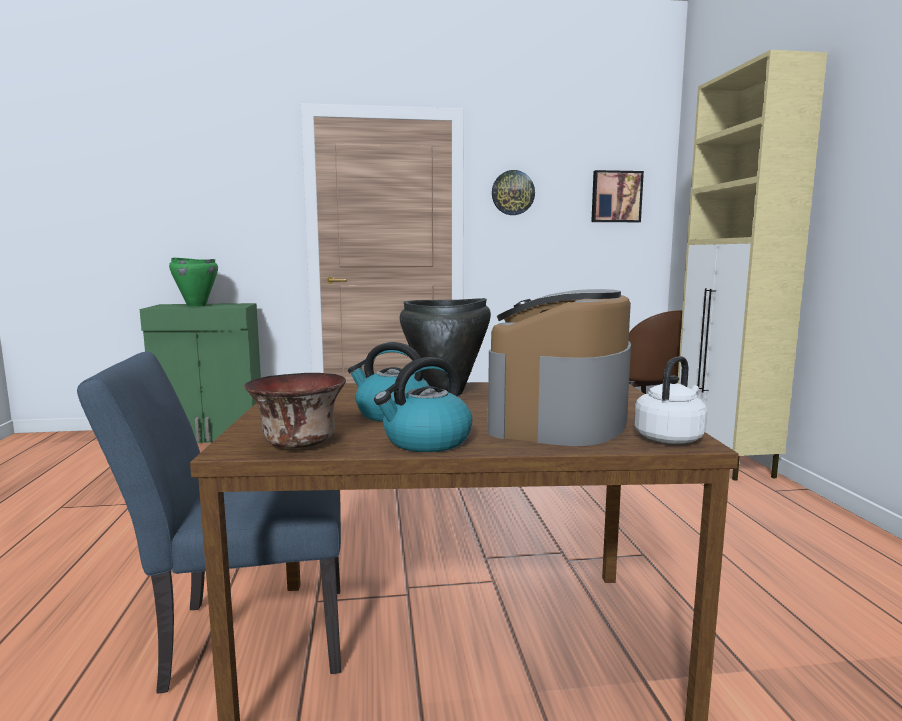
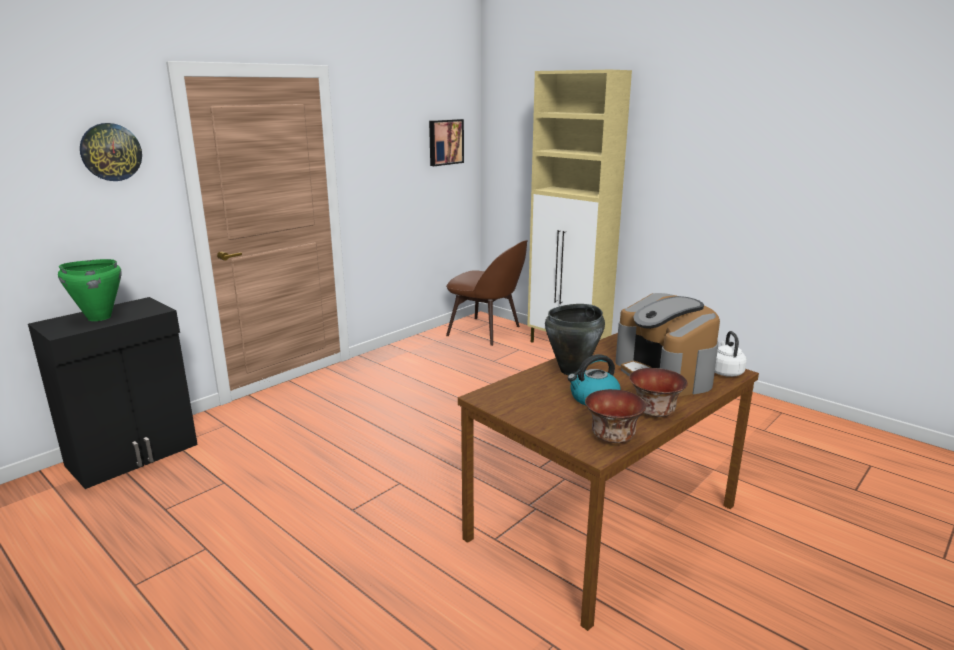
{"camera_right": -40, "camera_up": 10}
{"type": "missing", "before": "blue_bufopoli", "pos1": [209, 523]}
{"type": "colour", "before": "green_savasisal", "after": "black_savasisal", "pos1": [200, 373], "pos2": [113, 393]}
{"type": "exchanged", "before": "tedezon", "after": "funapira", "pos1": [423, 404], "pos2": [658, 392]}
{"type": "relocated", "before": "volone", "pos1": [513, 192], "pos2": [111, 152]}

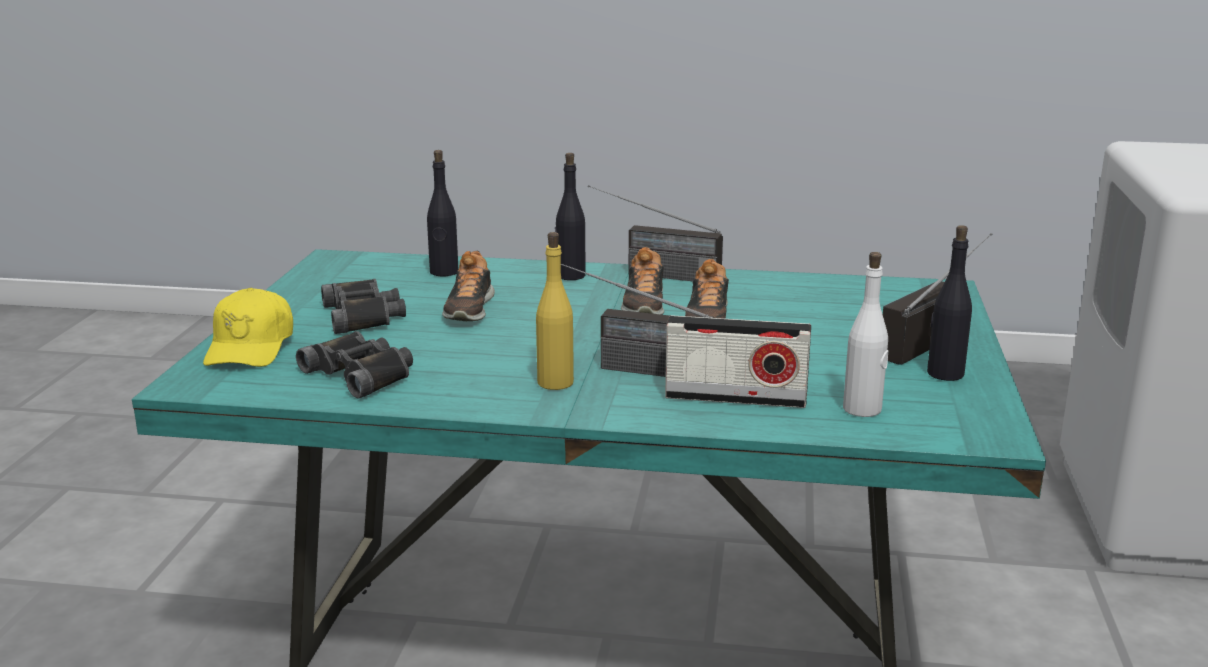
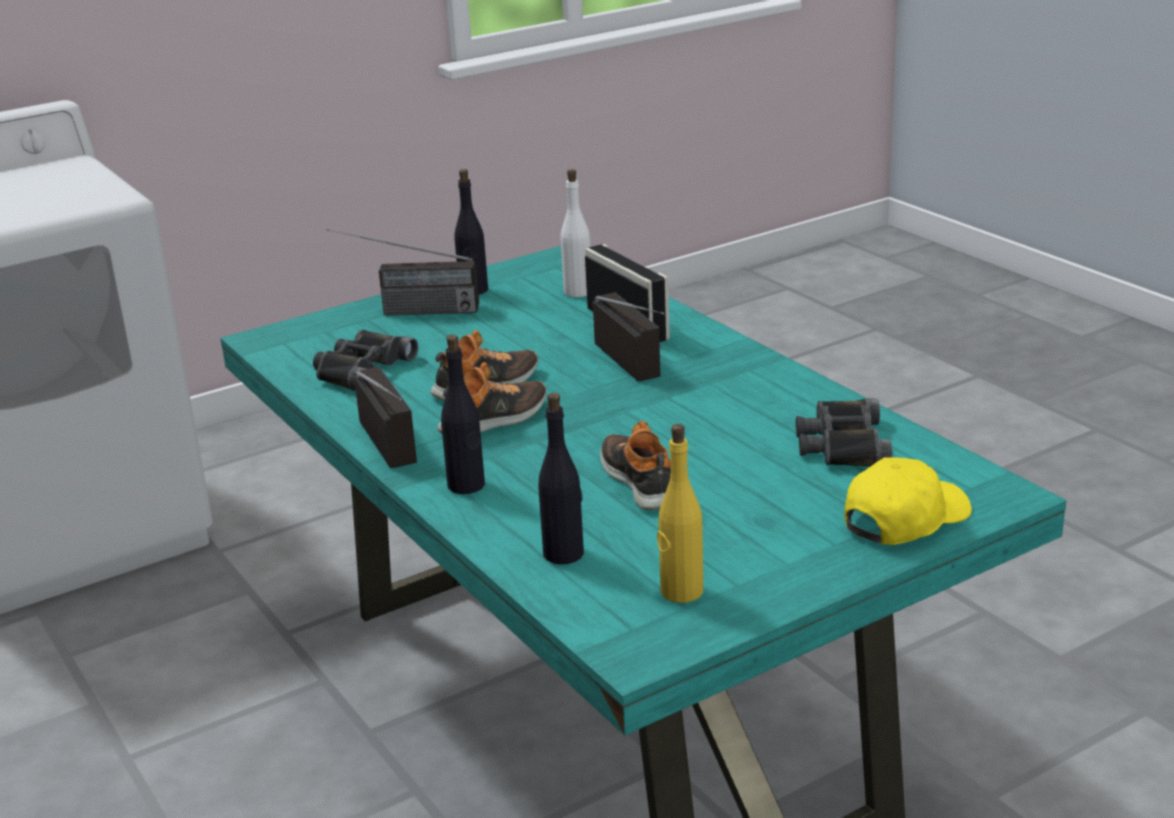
{"camera_right": -130, "camera_up": 5}
{"type": "relocated", "before": "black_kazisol", "pos1": [363, 306], "pos2": [365, 360]}
{"type": "spun", "before": "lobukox", "pos1": [468, 286], "pos2": [635, 465], "turn": -75}
{"type": "relocated", "before": "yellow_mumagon", "pos1": [555, 311], "pos2": [680, 513]}

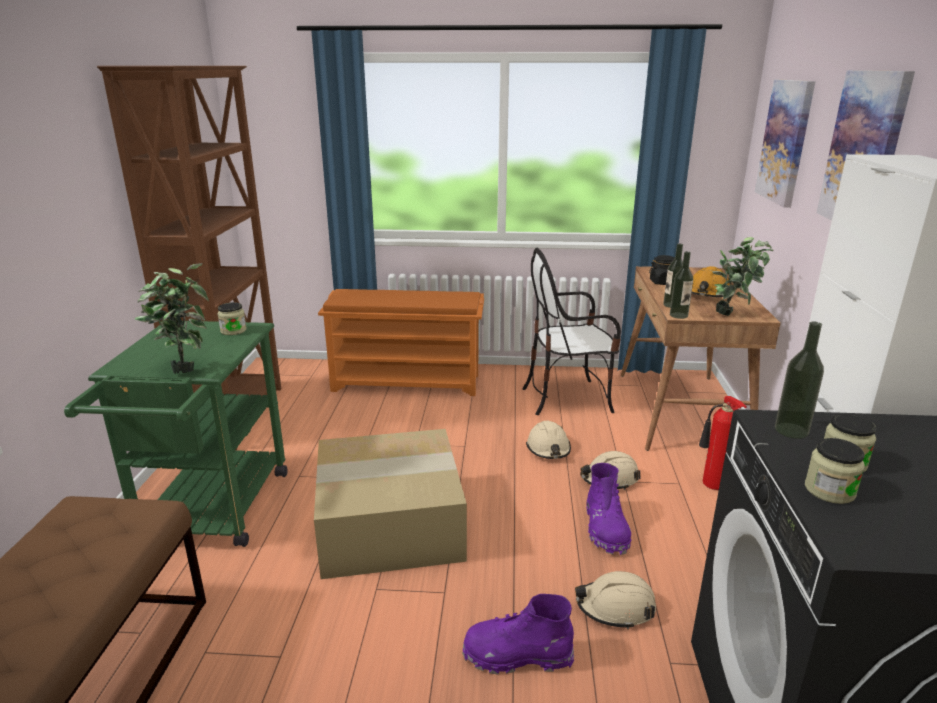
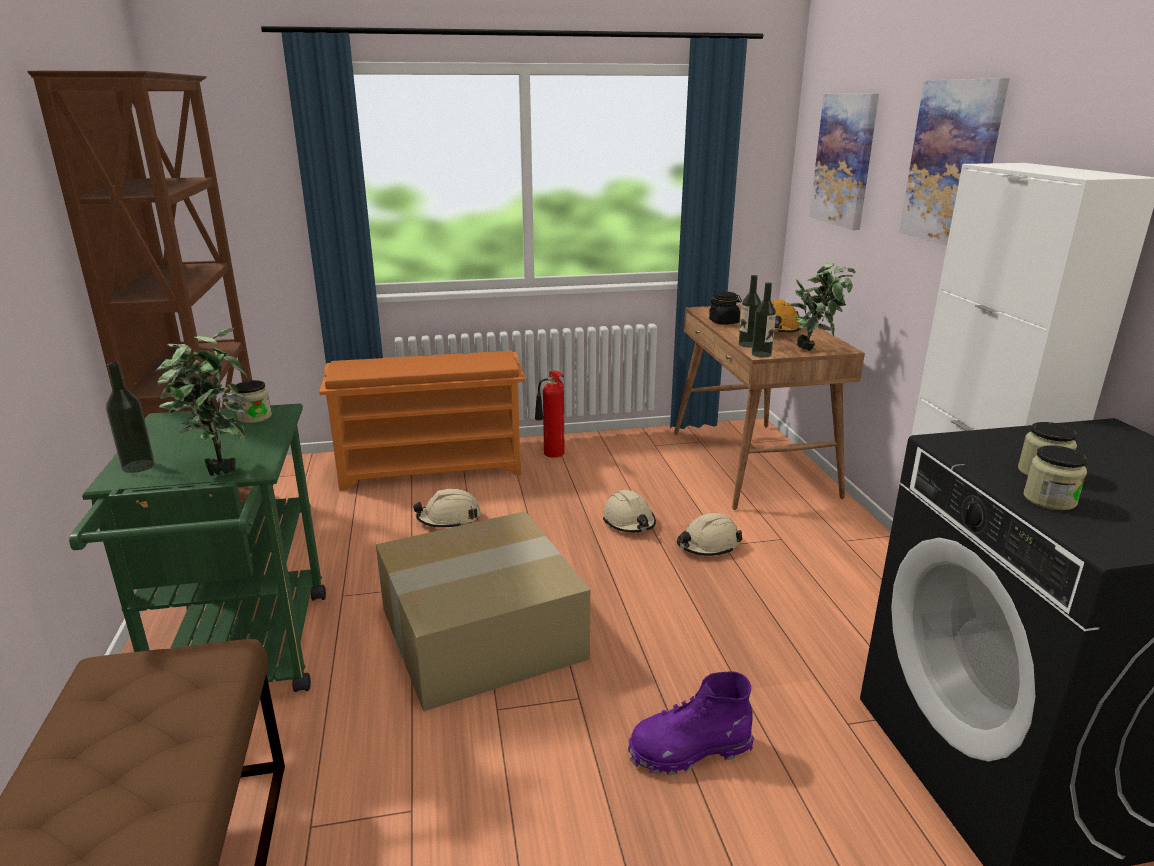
{"camera_right": -15, "camera_up": 0}
{"type": "missing", "before": "bufopoli", "pos1": [571, 331]}
{"type": "relocated", "before": "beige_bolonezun", "pos1": [615, 600], "pos2": [447, 508]}
{"type": "missing", "before": "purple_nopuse", "pos1": [608, 509]}
{"type": "relocated", "before": "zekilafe", "pos1": [723, 443], "pos2": [549, 414]}
{"type": "relocated", "before": "mumagon", "pos1": [799, 380], "pos2": [130, 417]}

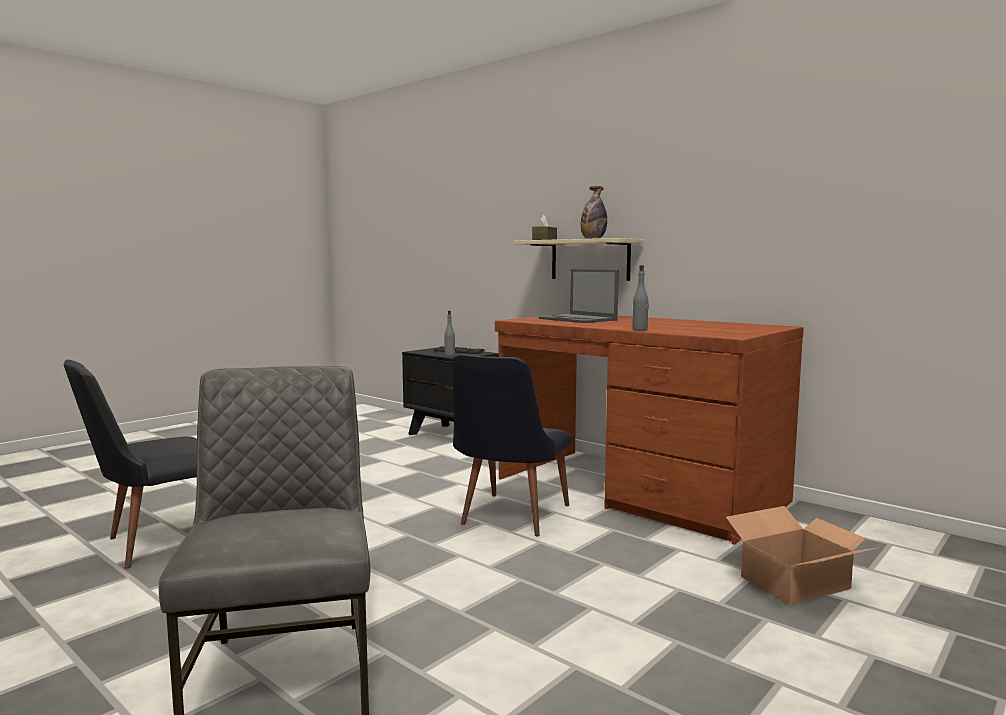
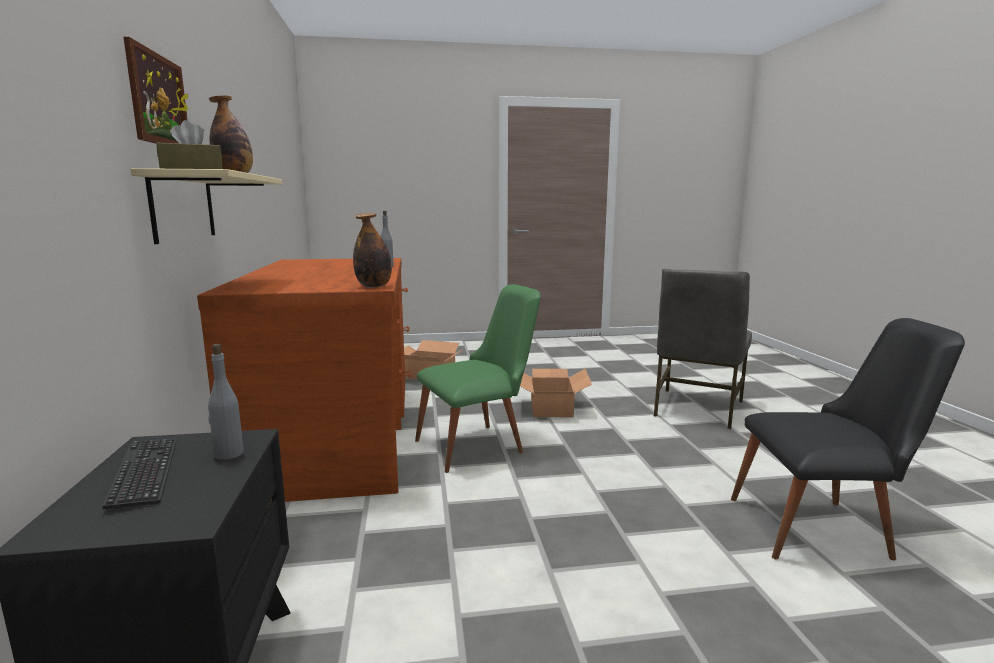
{"camera_right": -140, "camera_up": 5}
{"type": "colour", "before": "black_bufopoli", "after": "green_bufopoli", "pos1": [512, 445], "pos2": [478, 378]}
{"type": "missing", "before": "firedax", "pos1": [579, 296]}
{"type": "appeared", "after": "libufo", "pos2": [155, 90]}
{"type": "appeared", "after": "mumagon", "pos2": [372, 250]}
{"type": "appeared", "after": "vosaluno", "pos2": [556, 393]}

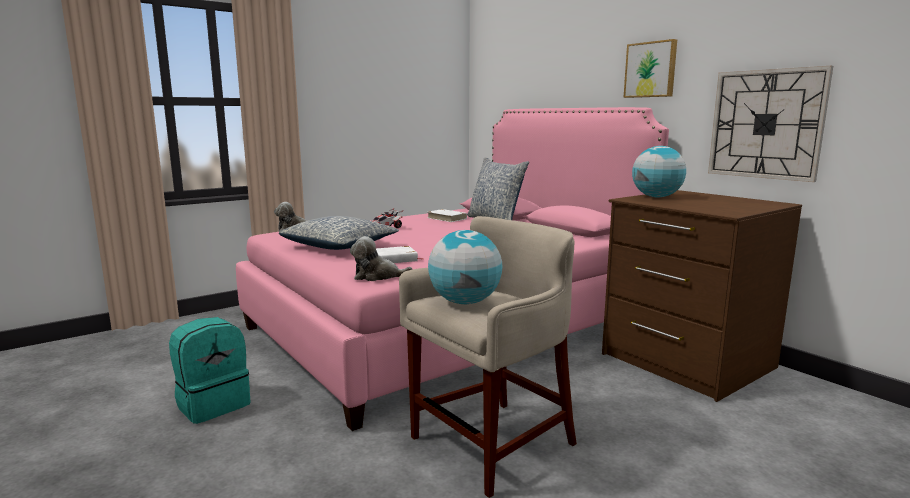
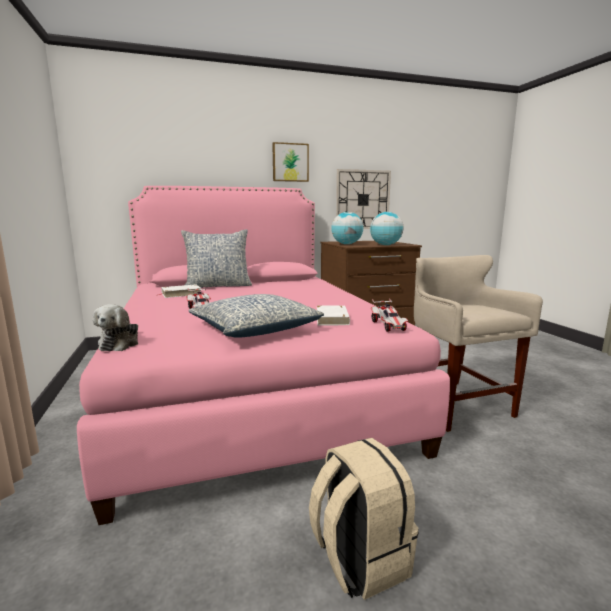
{"camera_right": -70, "camera_up": 0}
{"type": "colour", "before": "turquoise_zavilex", "after": "beige_zavilex", "pos1": [210, 370], "pos2": [364, 519]}
{"type": "exchanged", "before": "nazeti", "after": "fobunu", "pos1": [381, 258], "pos2": [390, 315]}
{"type": "relocated", "before": "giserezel", "pos1": [465, 267], "pos2": [386, 228]}

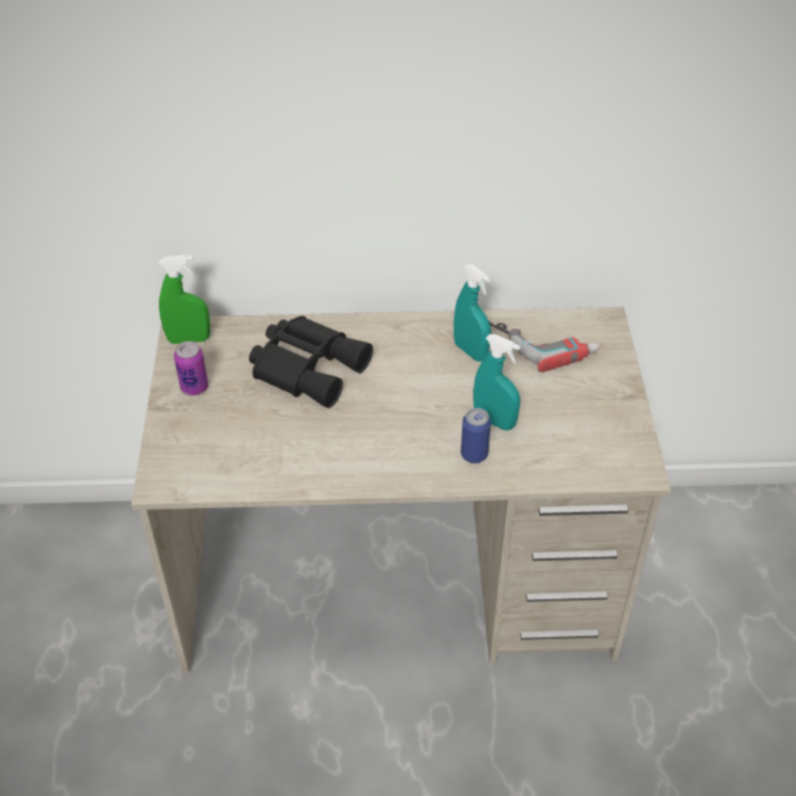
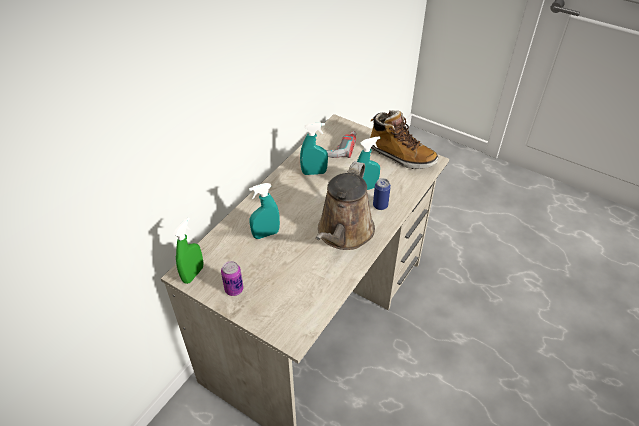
{"camera_right": -55, "camera_up": 0}
{"type": "exchanged", "before": "black_kazisol", "after": "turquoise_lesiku", "pos1": [311, 362], "pos2": [264, 211]}
{"type": "appeared", "after": "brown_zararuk", "pos2": [345, 205]}
{"type": "appeared", "after": "nopuse", "pos2": [404, 139]}

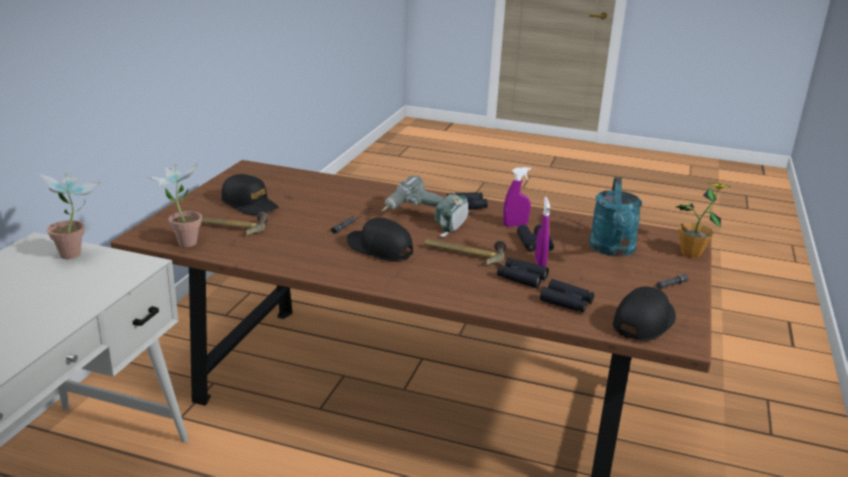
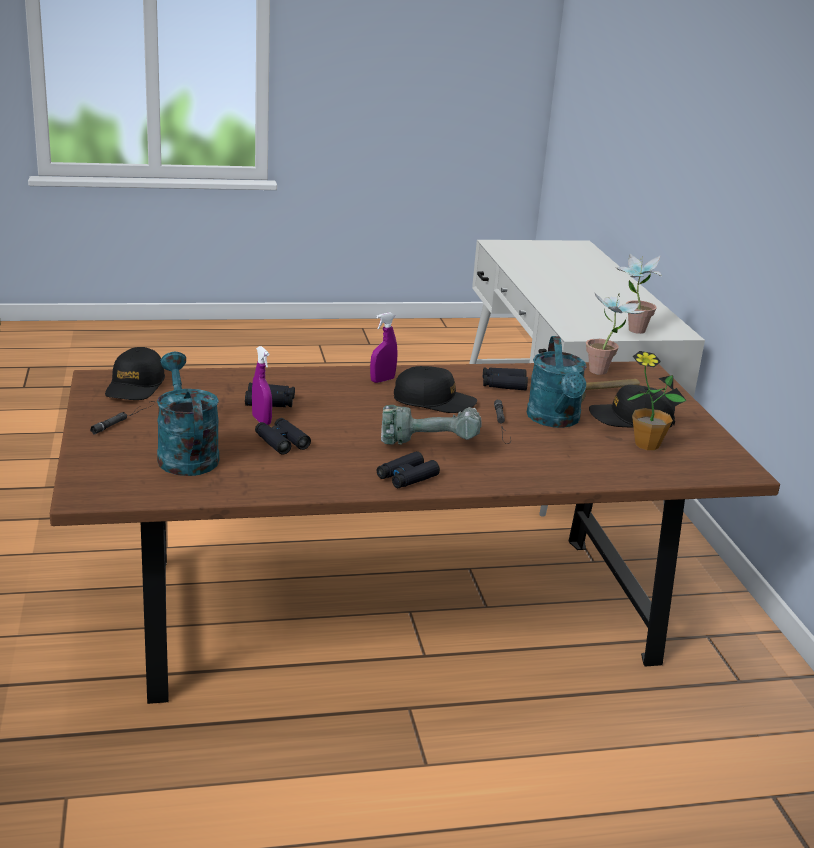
{"camera_right": 150, "camera_up": 0}
{"type": "missing", "before": "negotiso", "pos1": [466, 252]}
{"type": "relocated", "before": "purple_lesiku", "pos1": [517, 197], "pos2": [383, 347]}
{"type": "relocated", "before": "black_kazisol", "pos1": [567, 295], "pos2": [505, 378]}
{"type": "relocated", "before": "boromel", "pos1": [703, 220], "pos2": [657, 400]}
{"type": "appeared", "after": "turquoise_zararuk", "pos2": [557, 382]}

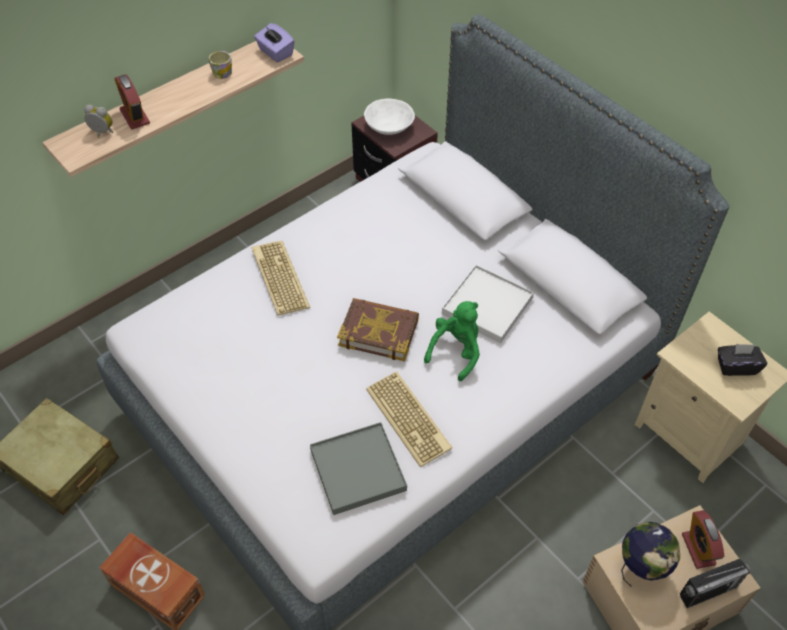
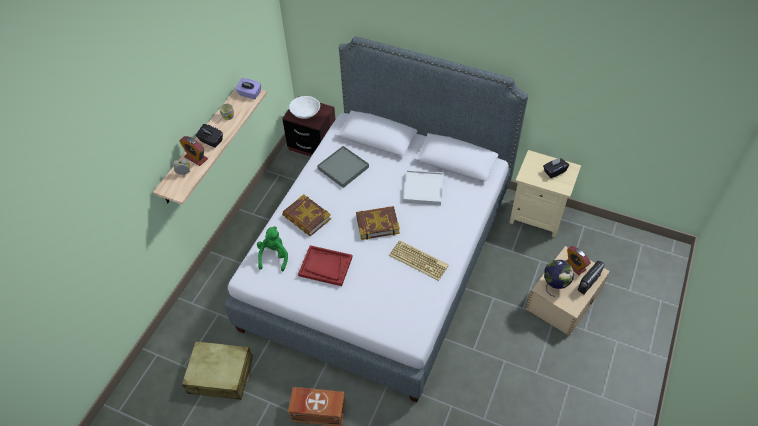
{"camera_right": -25, "camera_up": 0}
{"type": "exchanged", "before": "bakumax", "after": "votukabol", "pos1": [281, 278], "pos2": [306, 215]}
{"type": "relocated", "before": "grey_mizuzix", "pos1": [358, 468], "pos2": [343, 167]}
{"type": "relocated", "before": "green_nazeti", "pos1": [452, 341], "pos2": [272, 248]}
{"type": "appeared", "after": "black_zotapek", "pos2": [209, 136]}
{"type": "appeared", "after": "red_mizuzix", "pos2": [325, 265]}

